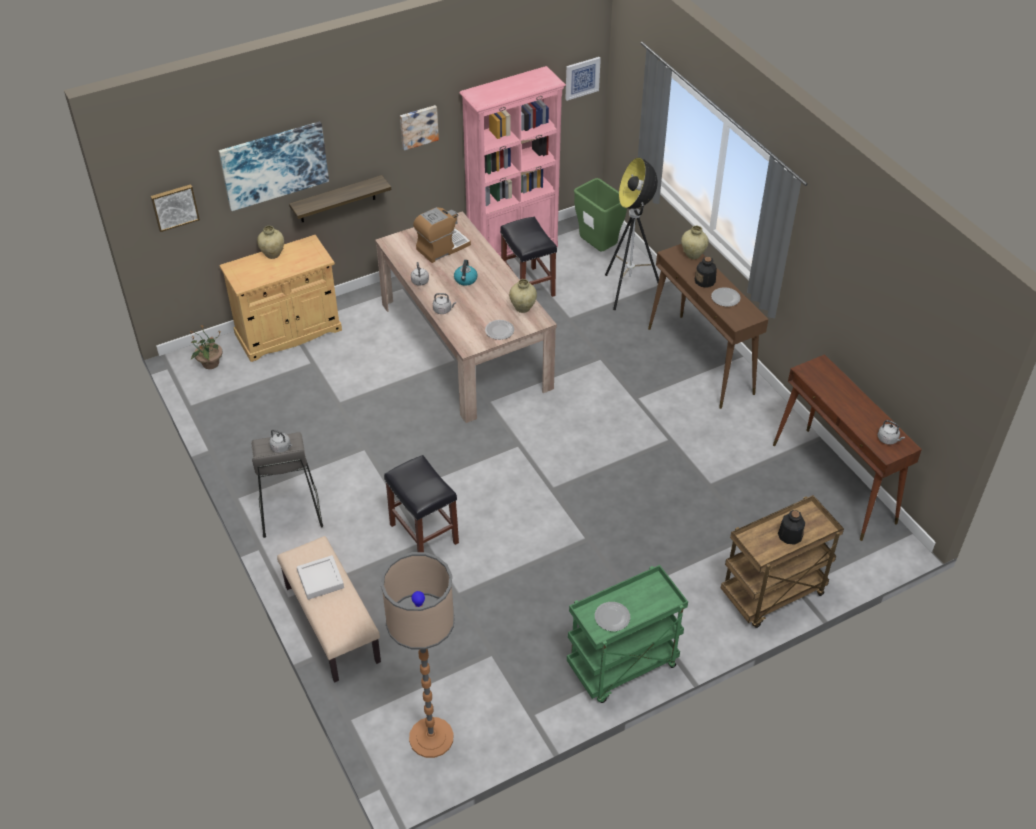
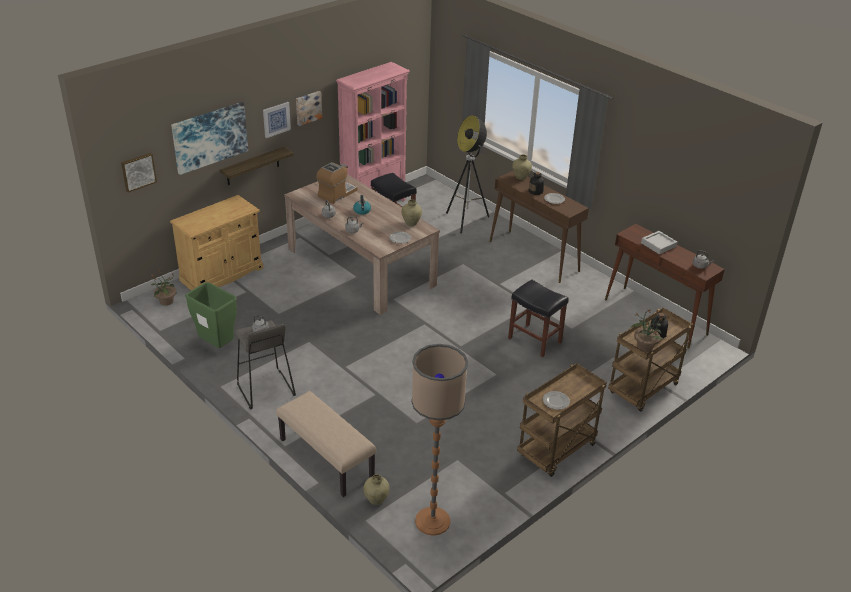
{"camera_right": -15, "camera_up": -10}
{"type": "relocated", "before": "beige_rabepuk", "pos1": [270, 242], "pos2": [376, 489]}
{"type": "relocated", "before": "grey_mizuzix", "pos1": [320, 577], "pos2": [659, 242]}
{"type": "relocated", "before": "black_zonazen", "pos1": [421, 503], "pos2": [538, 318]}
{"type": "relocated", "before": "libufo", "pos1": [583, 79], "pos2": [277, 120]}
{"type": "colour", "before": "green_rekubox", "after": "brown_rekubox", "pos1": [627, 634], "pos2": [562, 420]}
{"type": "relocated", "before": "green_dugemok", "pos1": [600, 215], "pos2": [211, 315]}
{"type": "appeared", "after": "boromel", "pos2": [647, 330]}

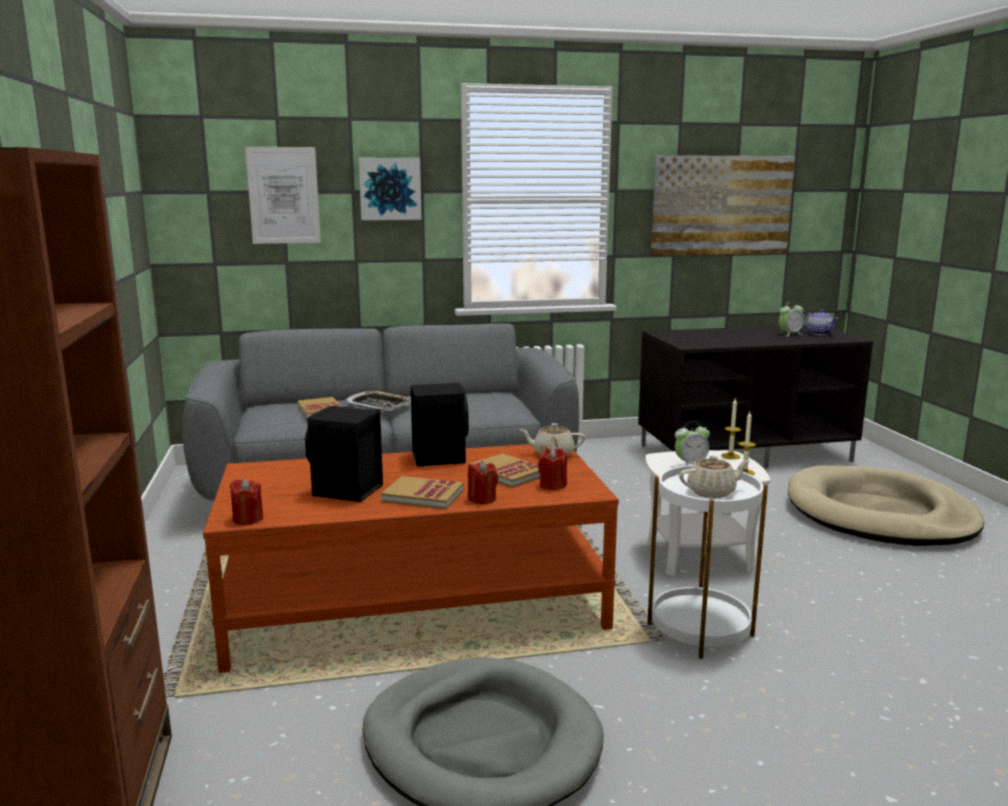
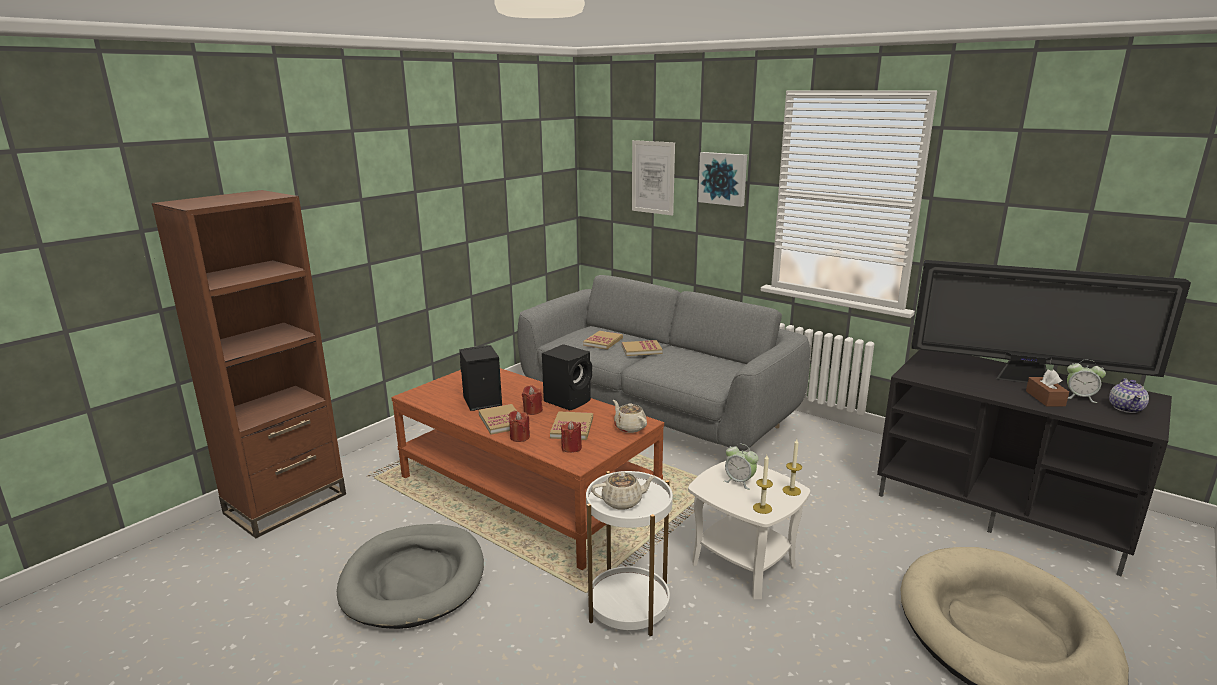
{"camera_right": 50, "camera_up": 5}
{"type": "relocated", "before": "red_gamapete", "pos1": [246, 502], "pos2": [532, 400]}
{"type": "exchanged", "before": "mizuzix", "after": "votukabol", "pos1": [377, 401], "pos2": [642, 348]}
{"type": "missing", "before": "libufo", "pos1": [723, 205]}
{"type": "spun", "before": "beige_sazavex", "pos1": [714, 477], "pos2": [623, 491], "turn": -45}
{"type": "appeared", "after": "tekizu", "pos2": [1051, 321]}
{"type": "appeared", "after": "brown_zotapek", "pos2": [1047, 387]}

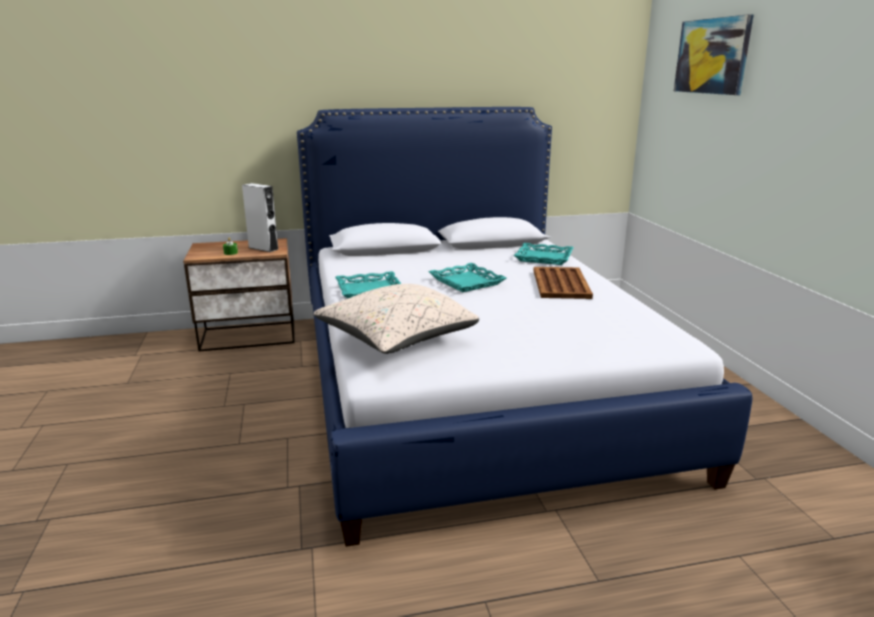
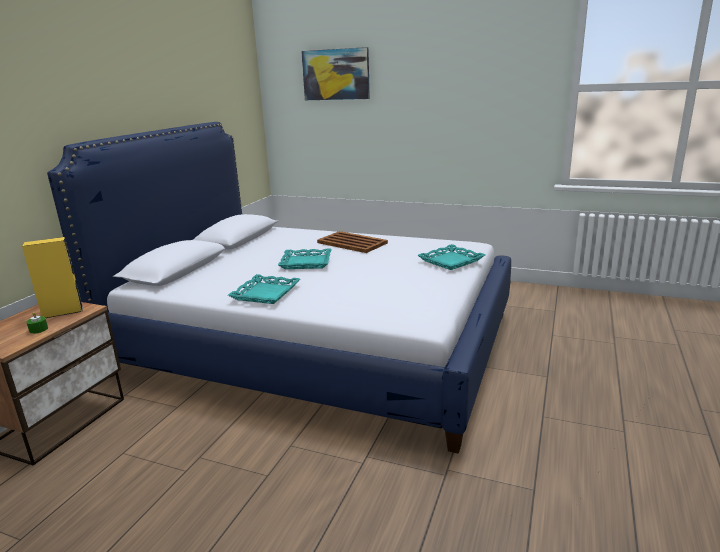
{"camera_right": -55, "camera_up": 0}
{"type": "colour", "before": "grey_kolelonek", "after": "yellow_kolelonek", "pos1": [260, 217], "pos2": [52, 277]}
{"type": "missing", "before": "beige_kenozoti", "pos1": [396, 319]}
{"type": "relocated", "before": "turquoise_mizuzix", "pos1": [544, 254], "pos2": [451, 257]}

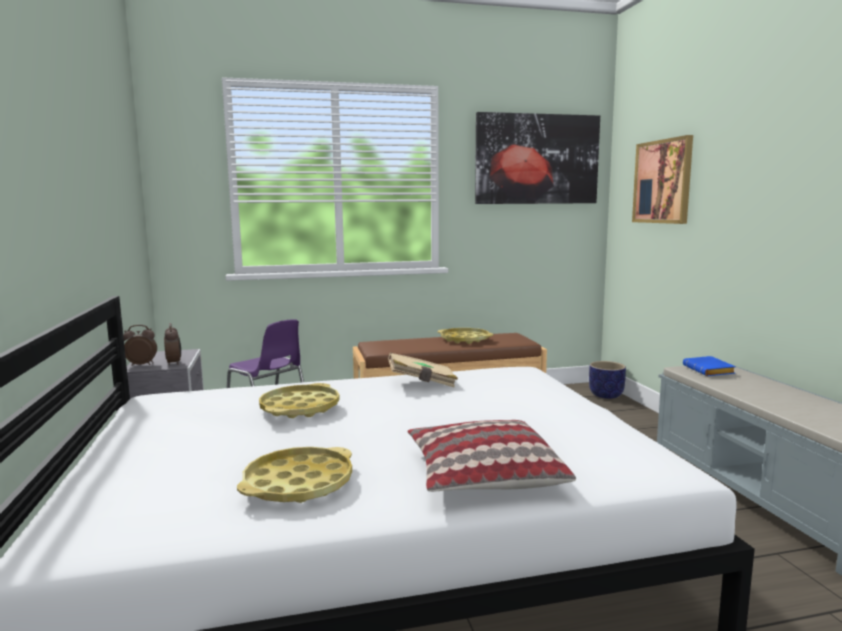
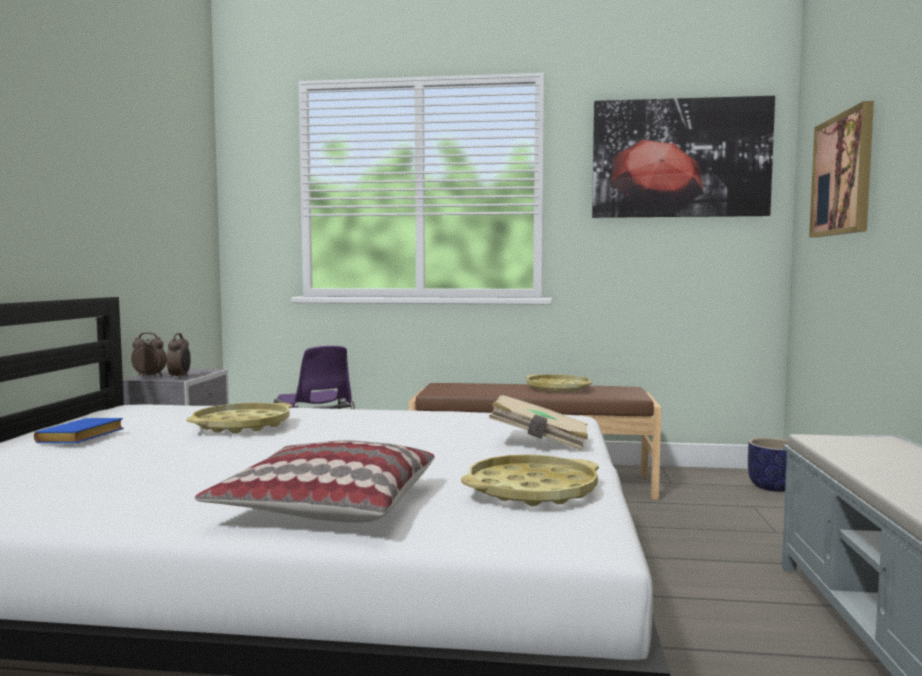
{"camera_right": 20, "camera_up": -5}
{"type": "relocated", "before": "yellow_mizuzix", "pos1": [294, 475], "pos2": [530, 480]}
{"type": "relocated", "before": "beige_votukabol", "pos1": [423, 369], "pos2": [538, 422]}
{"type": "relocated", "before": "blue_votukabol", "pos1": [709, 366], "pos2": [79, 430]}

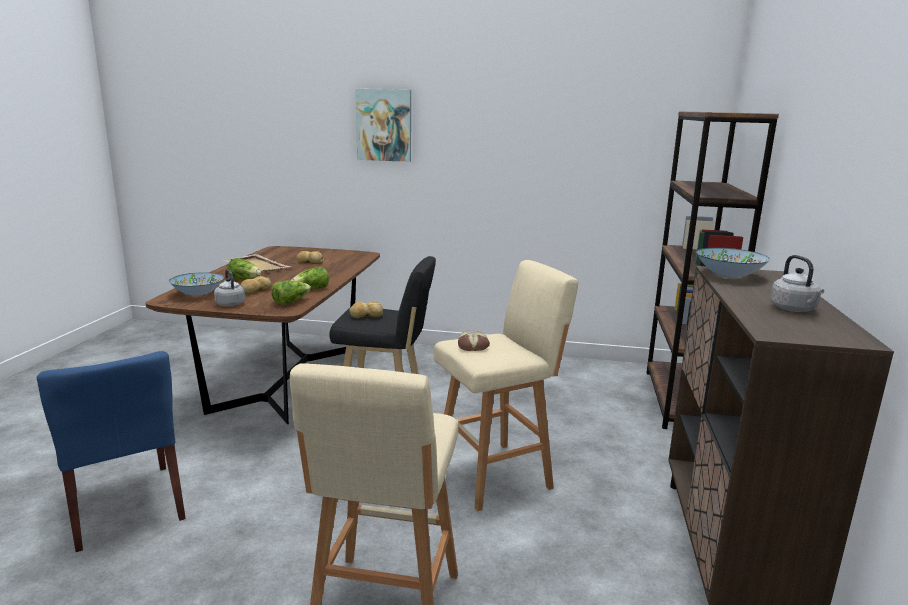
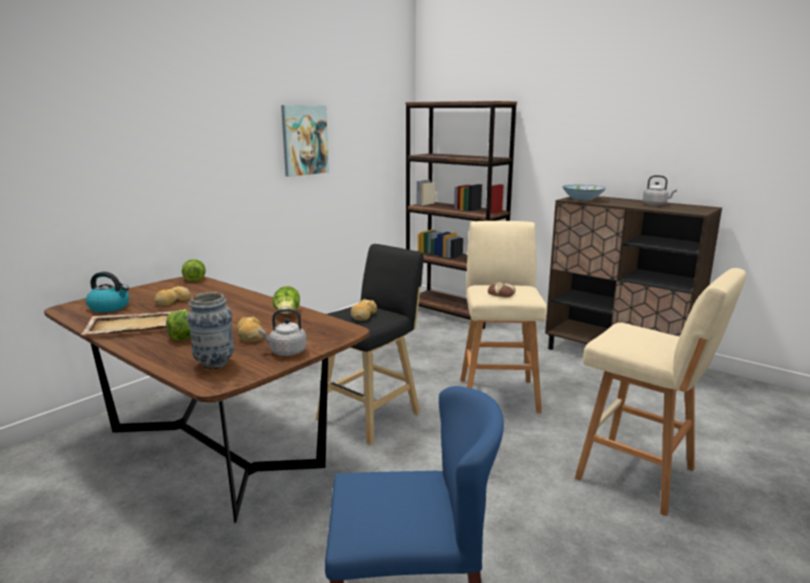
{"camera_right": -60, "camera_up": 0}
{"type": "exchanged", "before": "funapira", "after": "rabepuk", "pos1": [196, 284], "pos2": [210, 330]}
{"type": "relocated", "before": "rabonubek", "pos1": [291, 293], "pos2": [194, 270]}
{"type": "relocated", "before": "libufo", "pos1": [383, 125], "pos2": [305, 141]}
{"type": "appeared", "after": "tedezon", "pos2": [107, 292]}

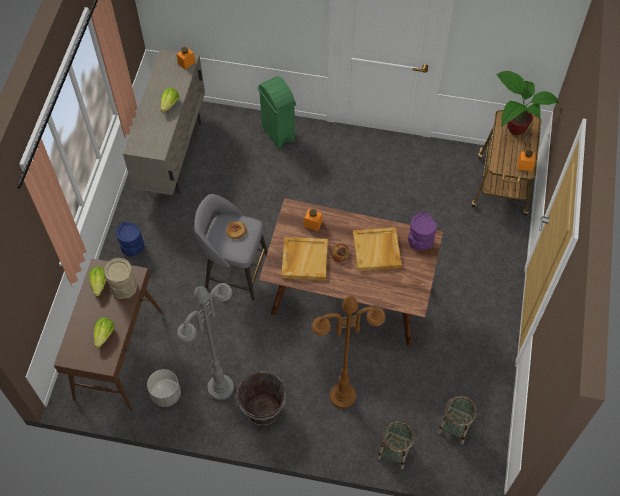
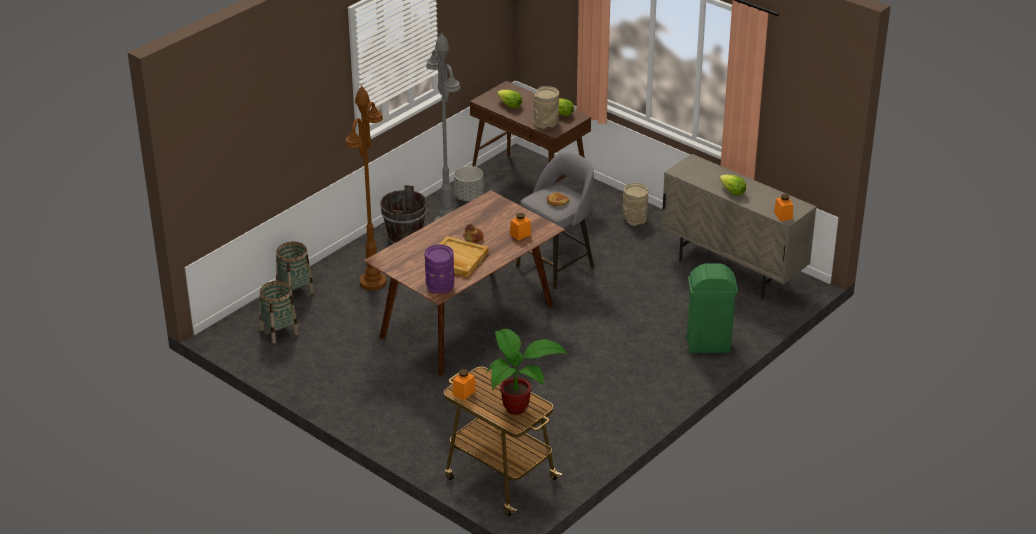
{"camera_right": 120, "camera_up": -25}
{"type": "colour", "before": "blue_rabepuk", "after": "beige_rabepuk", "pos1": [130, 239], "pos2": [636, 204]}
{"type": "missing", "before": "beige_mizuzix", "pos1": [304, 258]}

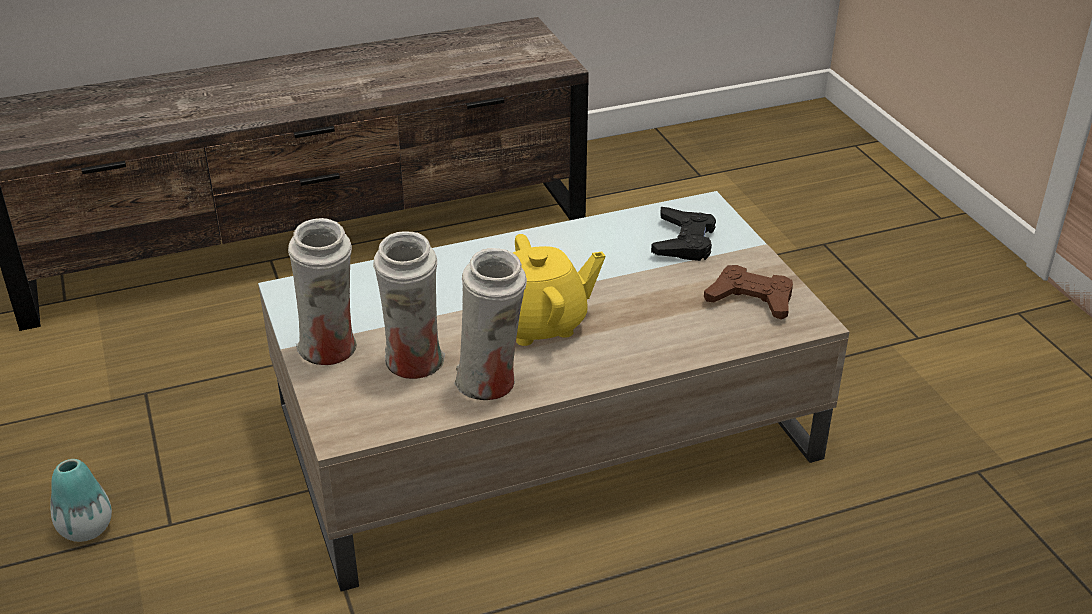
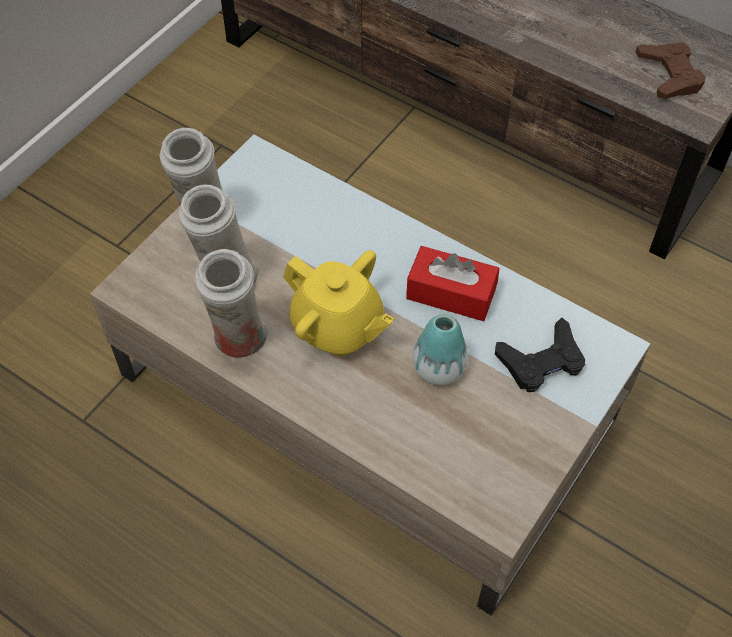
{"camera_right": 55, "camera_up": 20}
{"type": "relocated", "before": "rabepuk", "pos1": [81, 500], "pos2": [440, 349]}
{"type": "relocated", "before": "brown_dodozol", "pos1": [748, 292], "pos2": [670, 70]}
{"type": "appeared", "after": "red_zotapek", "pos2": [453, 283]}

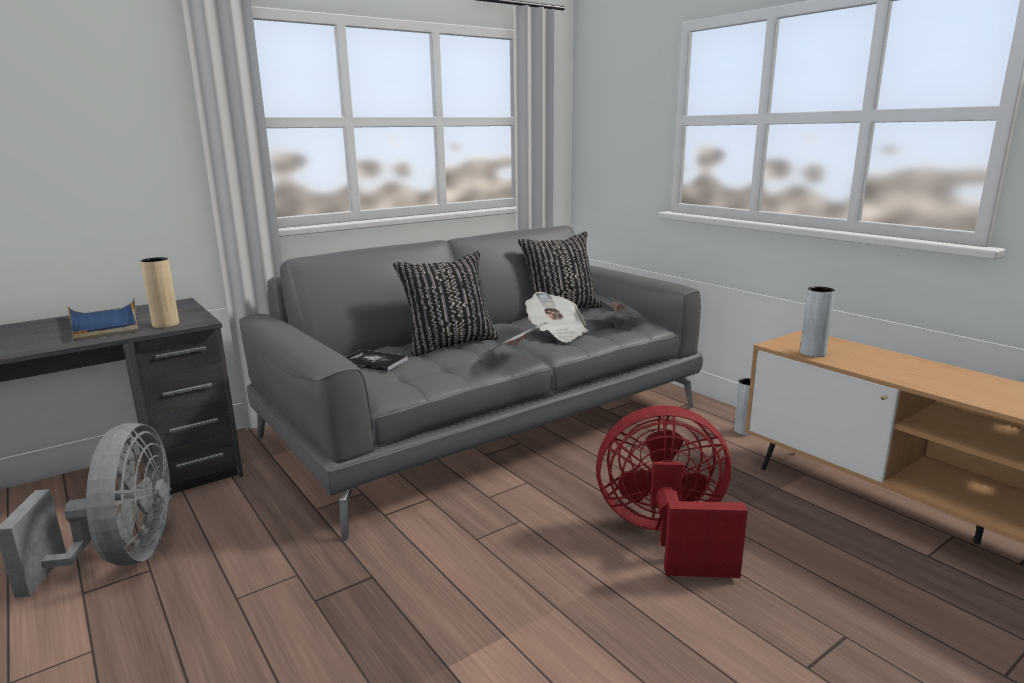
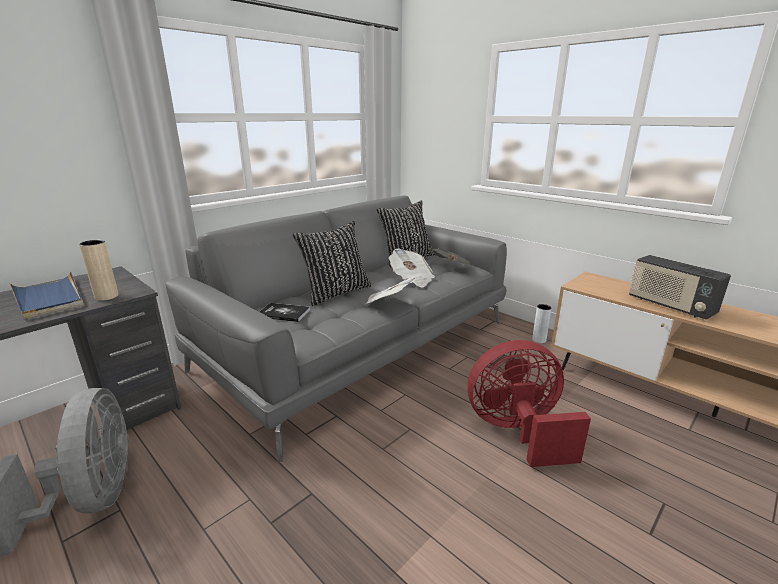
{"camera_right": -10, "camera_up": 5}
{"type": "missing", "before": "grey_rabepuk", "pos1": [817, 322]}
{"type": "appeared", "after": "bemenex", "pos2": [680, 287]}

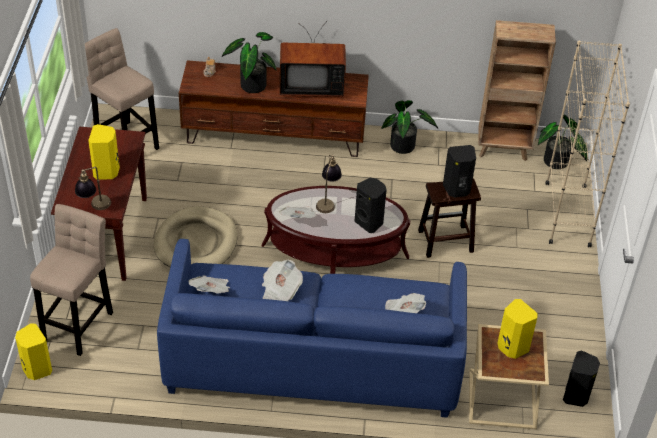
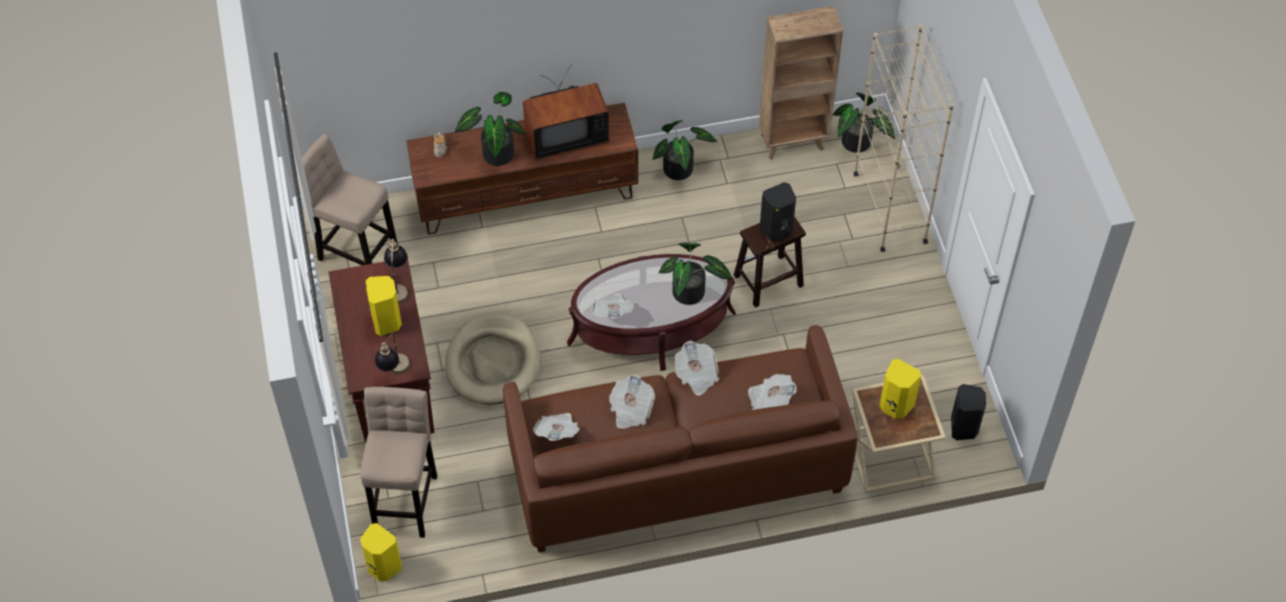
{"camera_right": -15, "camera_up": 10}
{"type": "colour", "before": "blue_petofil", "after": "brown_petofil", "pos1": [312, 328], "pos2": [680, 438]}
{"type": "relocated", "before": "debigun", "pos1": [329, 184], "pos2": [396, 271]}
{"type": "exchanged", "before": "black_kolelonek", "after": "boromel", "pos1": [370, 205], "pos2": [696, 273]}
{"type": "appeared", "after": "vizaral", "pos2": [697, 368]}

